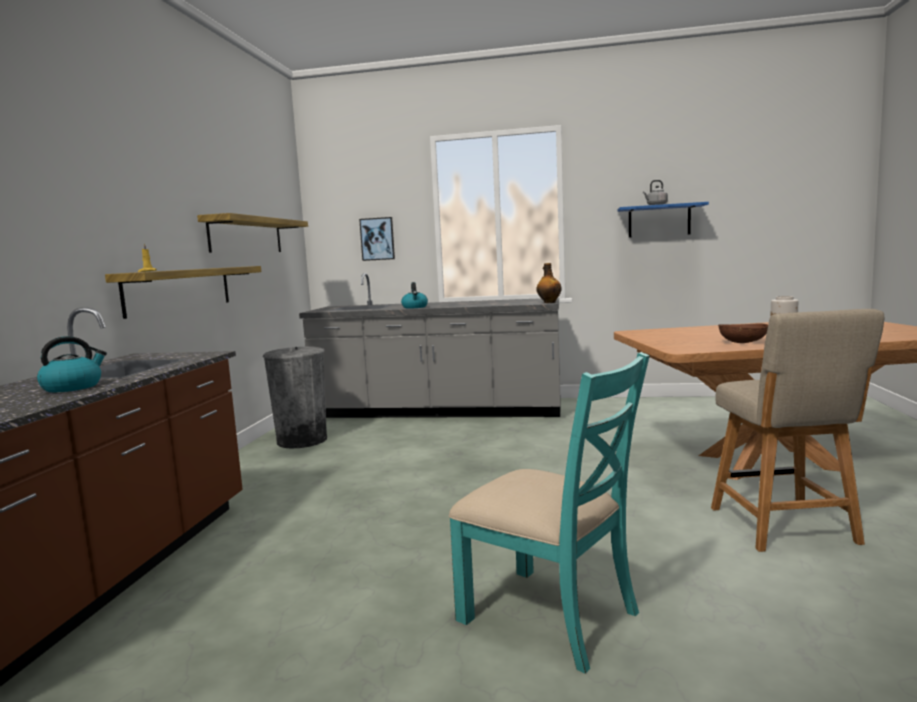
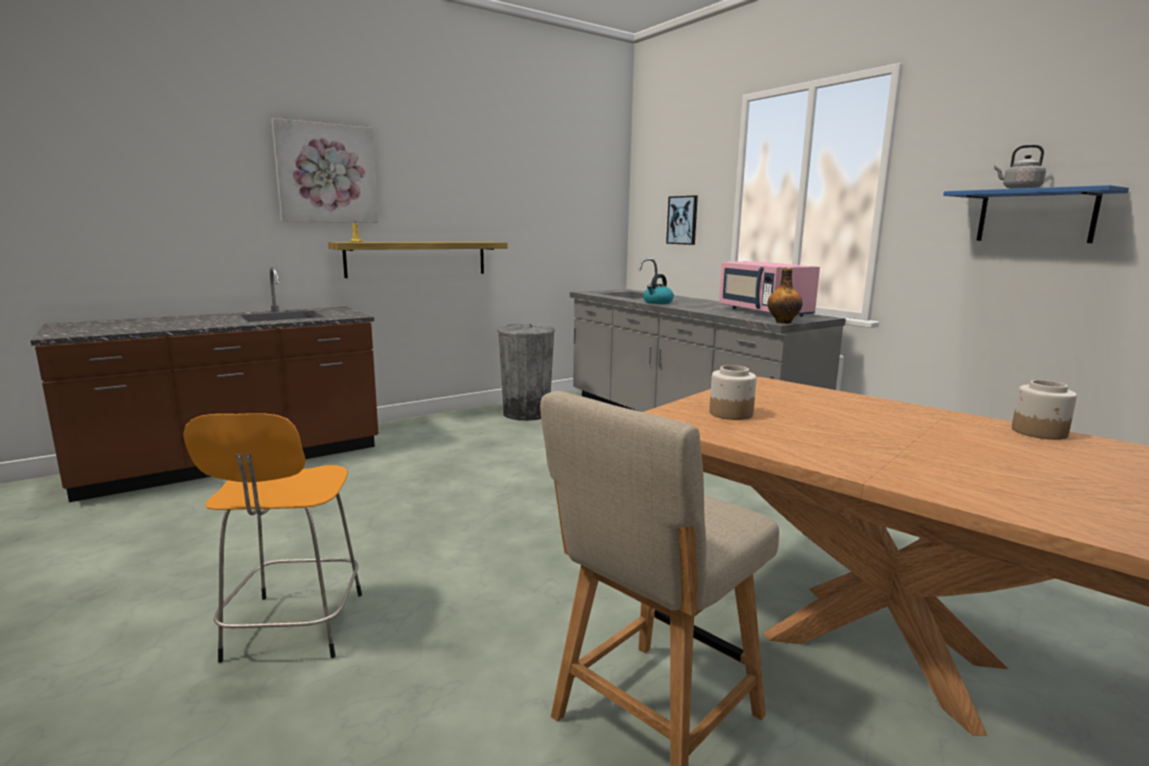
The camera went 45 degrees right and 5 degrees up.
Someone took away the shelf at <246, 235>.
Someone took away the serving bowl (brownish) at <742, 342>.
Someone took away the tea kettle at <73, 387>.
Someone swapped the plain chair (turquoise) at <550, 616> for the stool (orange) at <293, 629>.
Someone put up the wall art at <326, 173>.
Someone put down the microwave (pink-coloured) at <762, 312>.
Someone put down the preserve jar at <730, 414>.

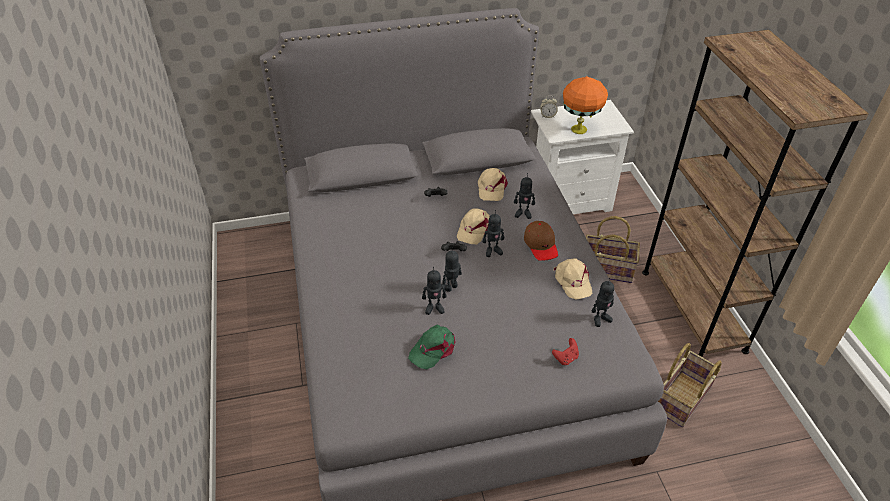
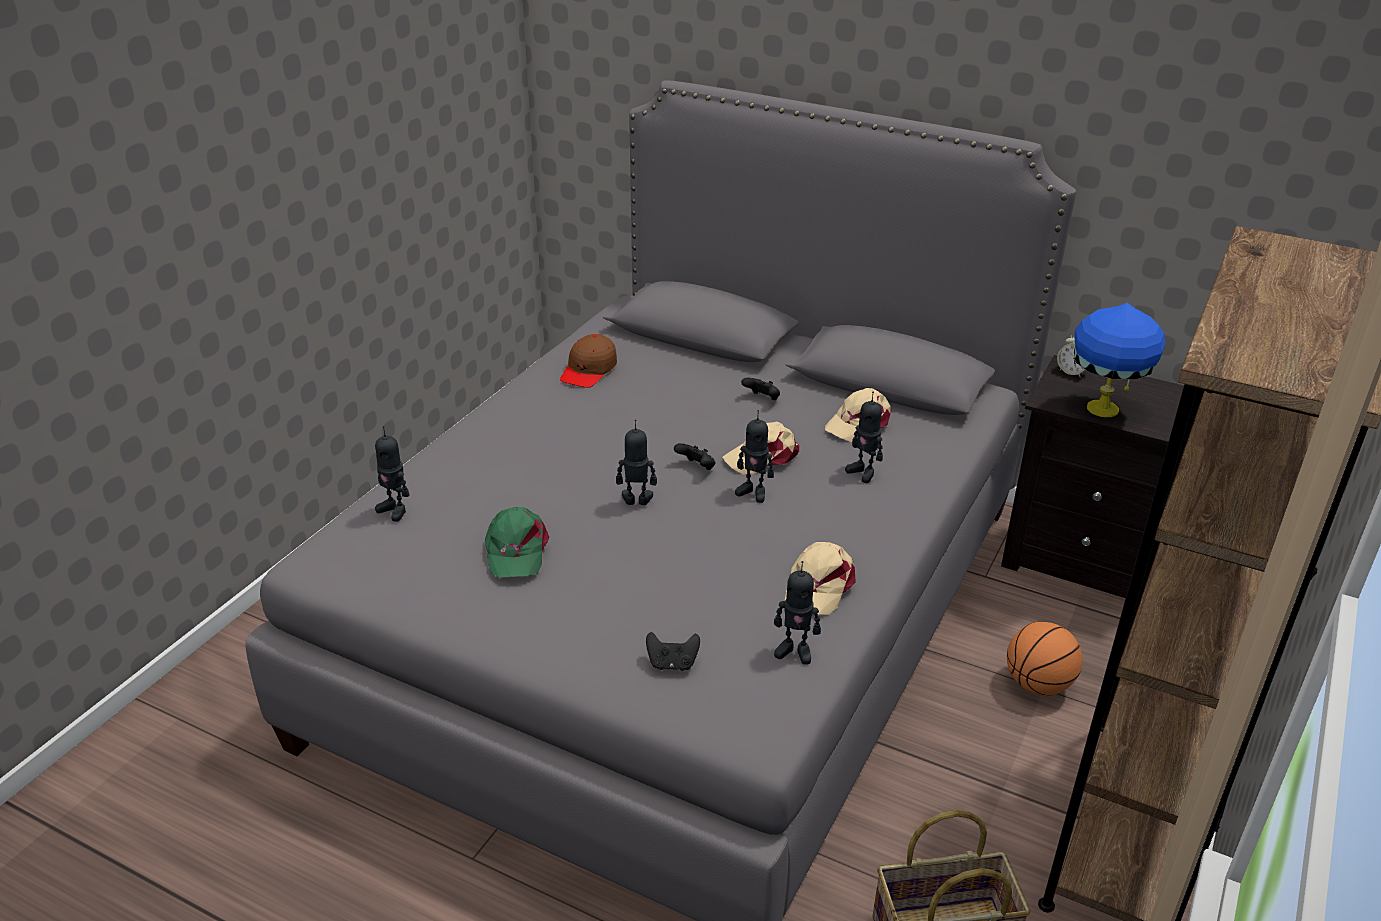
The camera went 40 degrees right and 10 degrees down.
Someone repainted the table lamp (orange) at <579, 130>, which became the table lamp (blue-coloured) at <1103, 410>.
Someone repainted the nightstand (white-coloured) at <569, 200>, which became the nightstand (black-coloured) at <1087, 561>.
Someone swapped the storage basket at <607, 269> for the ball for basketball at <1038, 684>.
Someone carried the peaked cap (brownish) from <541, 245> to <589, 370>.
Someone carried the model robot from <434, 308> to <395, 510>.
Someone rotated the peaked cap (greenish) at <433, 349> by 90 degrees counterclockwise.
Someone repainted the game controller (red-coloured) at <565, 358>, which became the game controller (black-coloured) at <672, 664>.

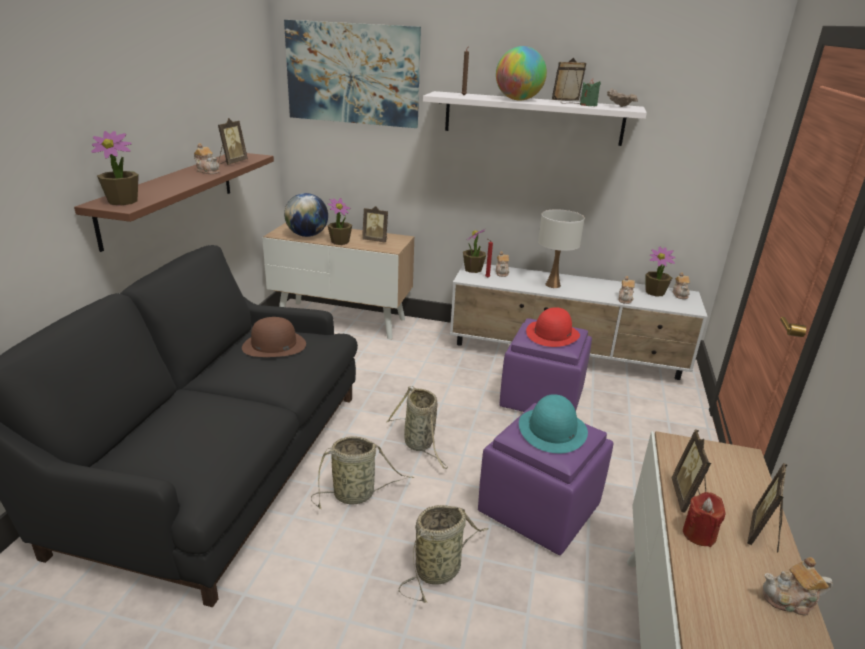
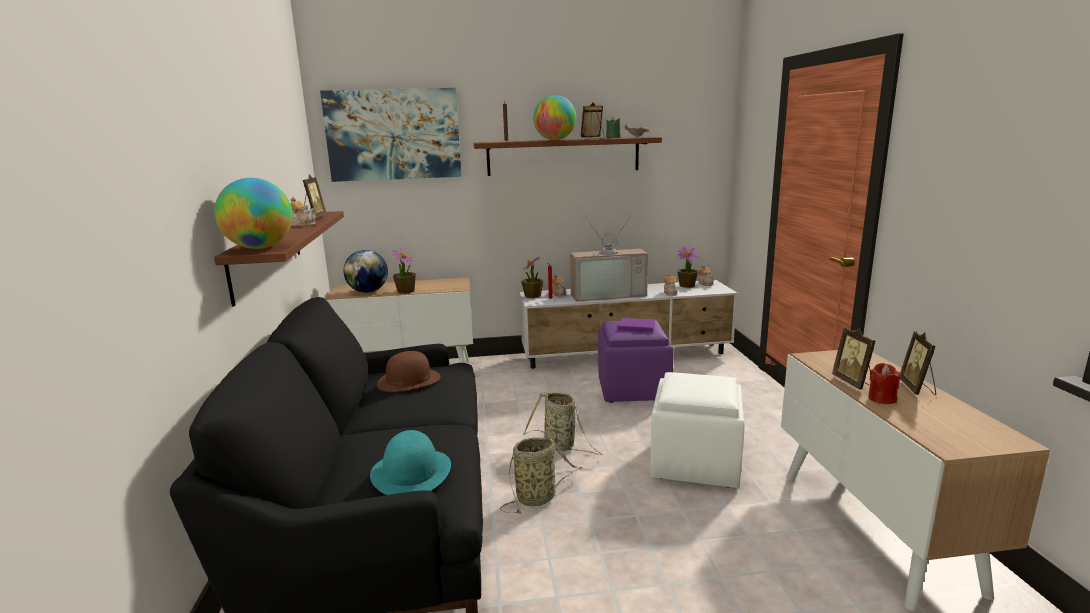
The camera went 20 degrees left and 10 degrees down.
Someone repainted the shelf (white-coloured) at <533, 118>, which became the shelf (brownish) at <563, 156>.
Someone swapped the potted plant at <123, 201> for the world globe at <260, 248>.
Someone took away the standing frame at <376, 240>.
Someone swapped the table lamp (white-coloured) at <553, 285> for the television at <607, 294>.
Someone swapped the clothing hat (red-coloured) at <552, 334> for the bound book (purple-coloured) at <635, 326>.
Someone carried the clothing hat (turquoise) from <552, 430> to <411, 472>.
Someone repainted the ottoman (purple-coloured) at <539, 510>, which became the ottoman (white-coloured) at <696, 464>.
Someone took away the storage basket at <440, 569>.
Someone took away the pot for tea at <790, 600>.

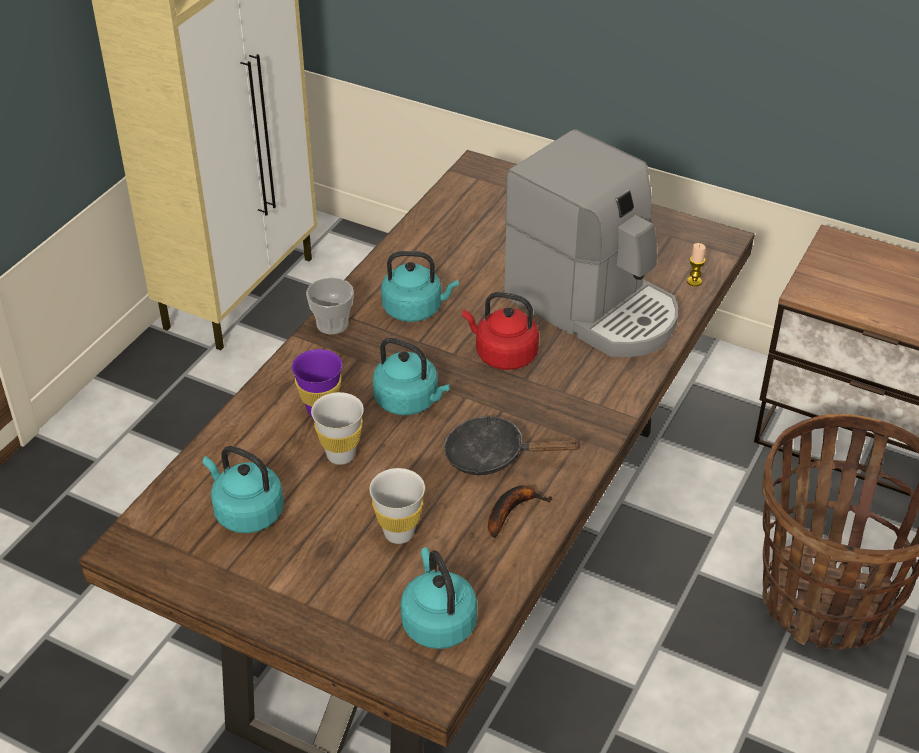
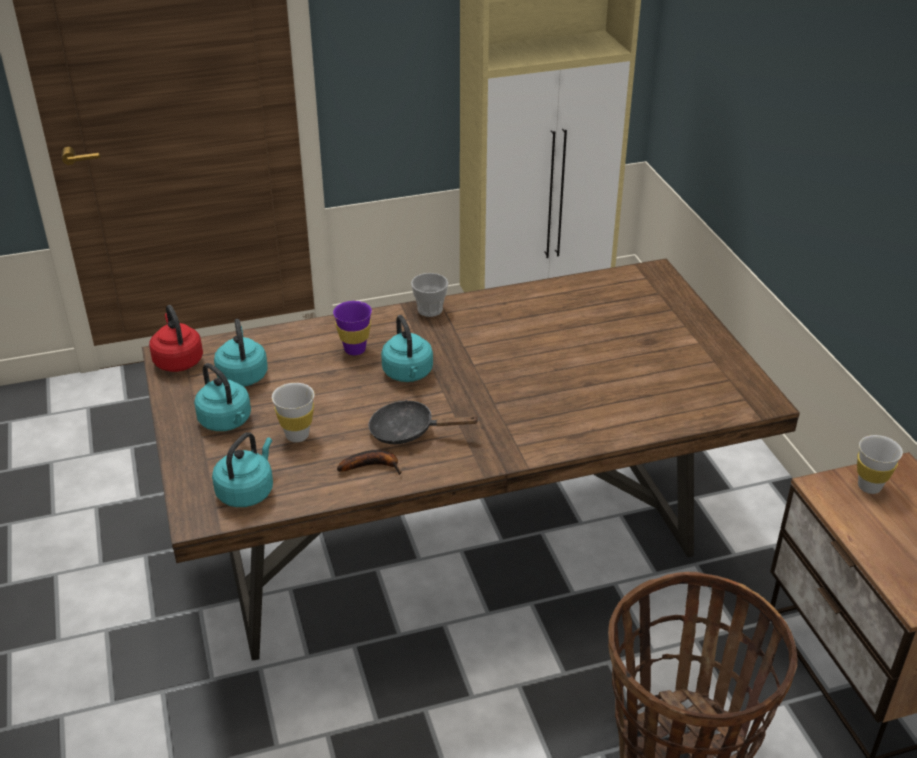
The camera went 45 degrees right and 5 degrees down.
Someone took away the coffee brewer at <594, 307>.
Someone took away the wax light at <694, 281>.
Someone carried the tea kettle (turquoise) from <415, 309> to <227, 422>.
Someone carried the tea kettle (red-coloured) from <502, 355> to <178, 360>.
Someone carried the cup (white-coloured) from <341, 455> to <869, 486>.
Someone rotated the skillet (black-coloured) at <493, 456> by 45 degrees counterclockwise.

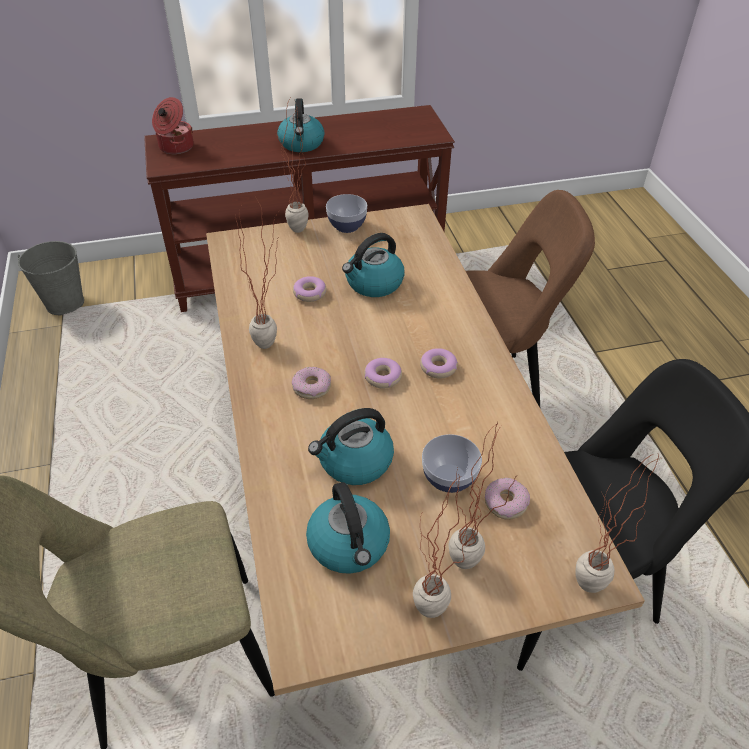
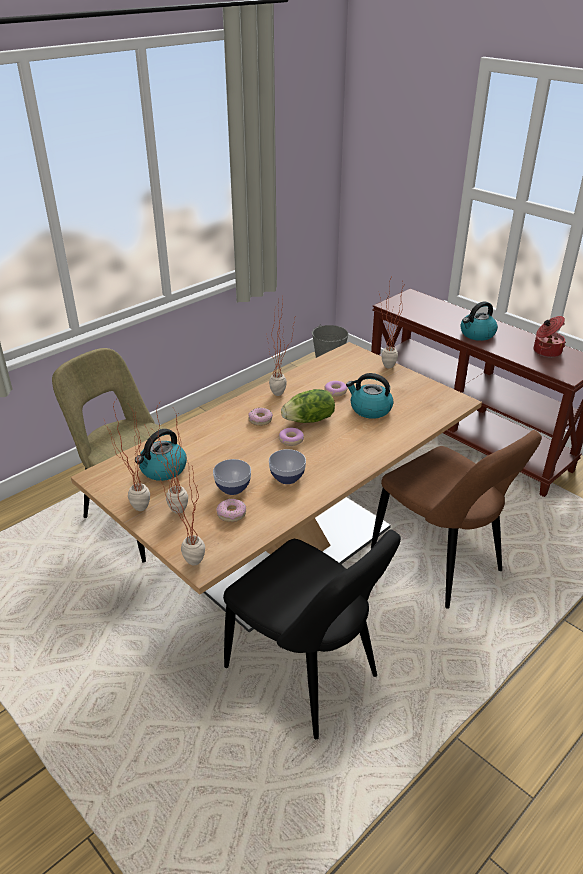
The camera went 60 degrees right and 10 degrees down.
Someone carried the stockpot from <175, 147> to <546, 351>.
Someone carried the serving bowl from <347, 226> to <287, 477>.
Someone took away the donut at <438, 367>.
Someone took away the tea kettle at <354, 462>.
Someone put down the head of lettuce at <309, 420>.

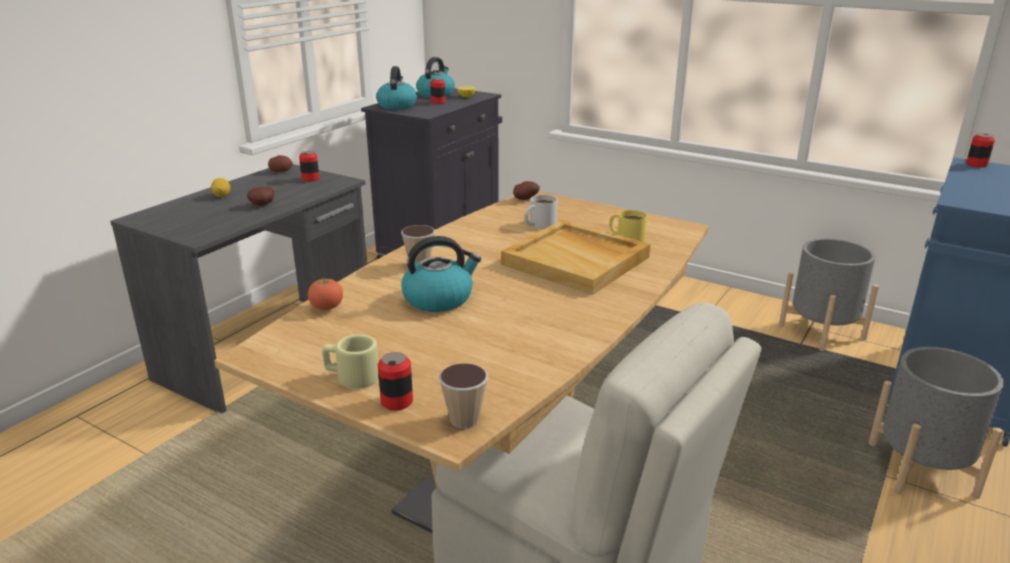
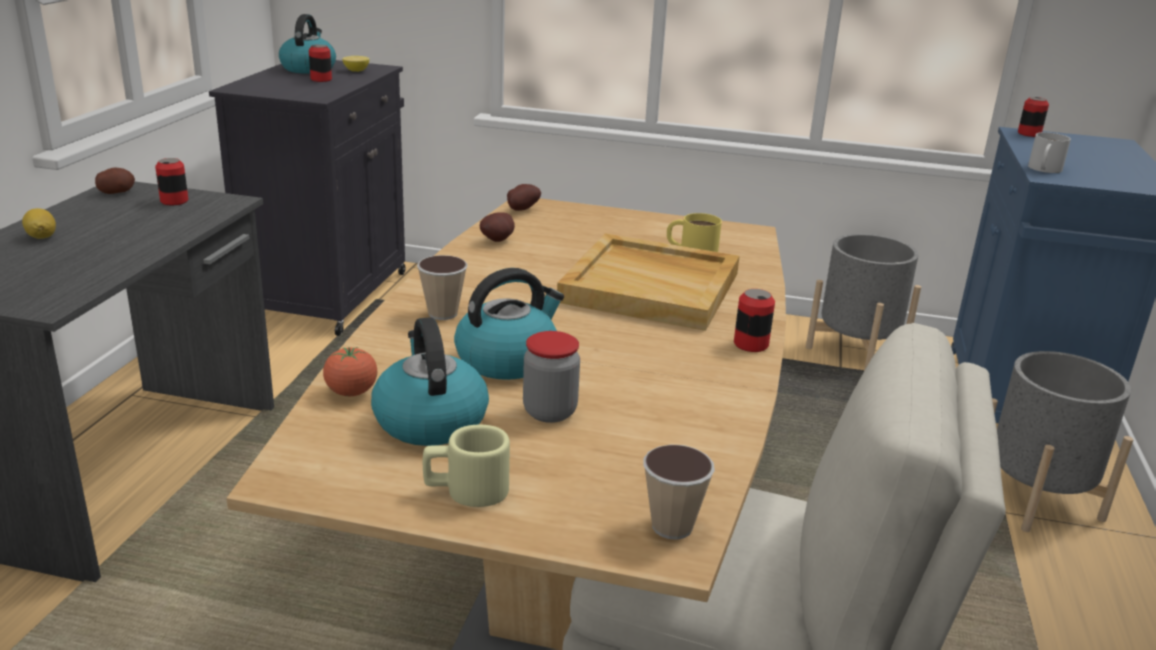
The camera went 20 degrees left and 0 degrees up.
Someone carried the tea kettle from <397, 105> to <429, 420>.
Someone carried the whole potato from <263, 205> to <499, 240>.
Someone carried the coffee mug (white-coloured) from <539, 225> to <1043, 169>.
Someone carried the sealed can from <397, 401> to <751, 344>.
Someone put down the preserve jar at <549, 412>.

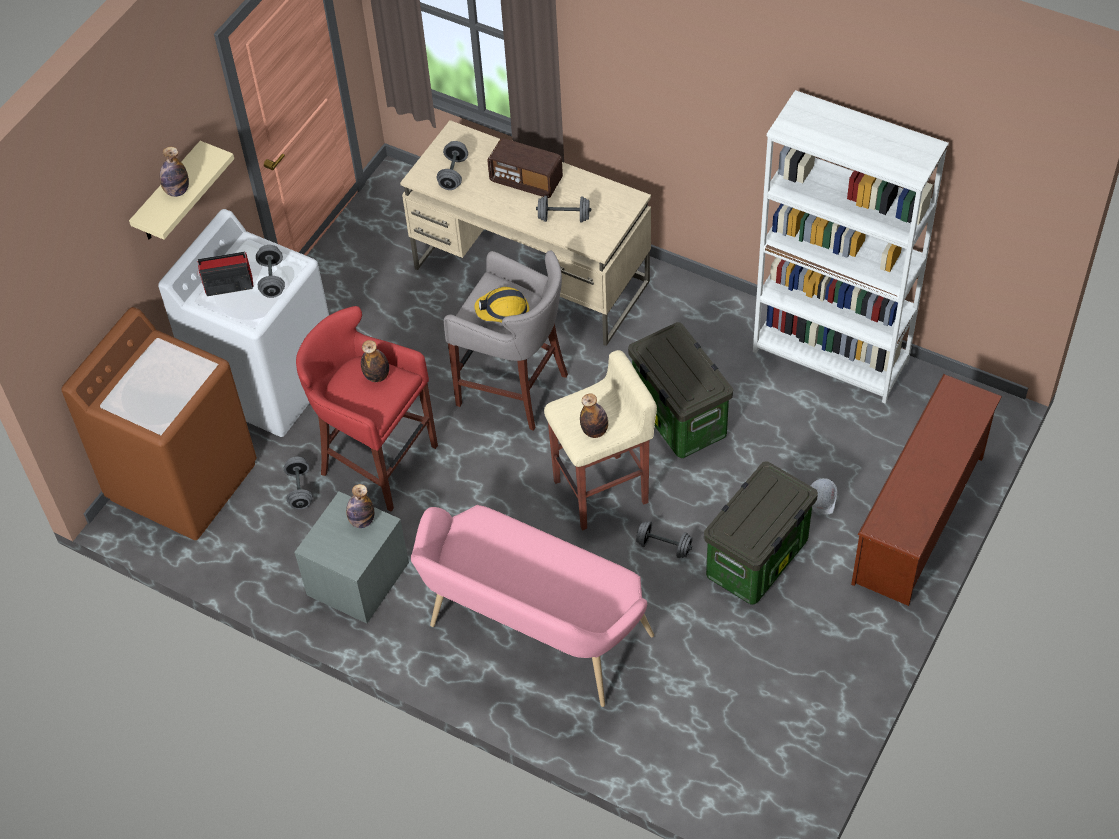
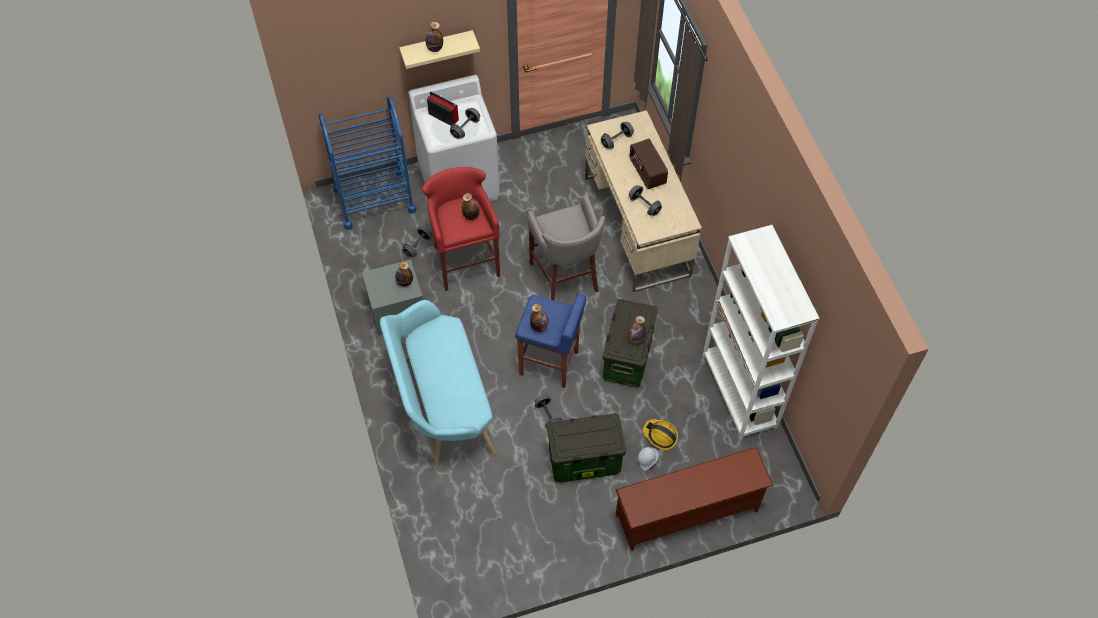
The camera went 40 degrees right and 5 degrees up.
Someone carried the hard hat from <503, 310> to <660, 436>.
Someone swapped the laundry machine (brownish) at <183, 480> for the cart (blue-coloured) at <374, 199>.
Someone repainted the stool (sand-coloured) at <603, 492>, which became the stool (blue-coloured) at <549, 364>.
Someone repainted the long seat (pink-coloured) at <532, 636>, which became the long seat (turquoise) at <441, 406>.
Someone put down the beverage bottle at <635, 339>.

